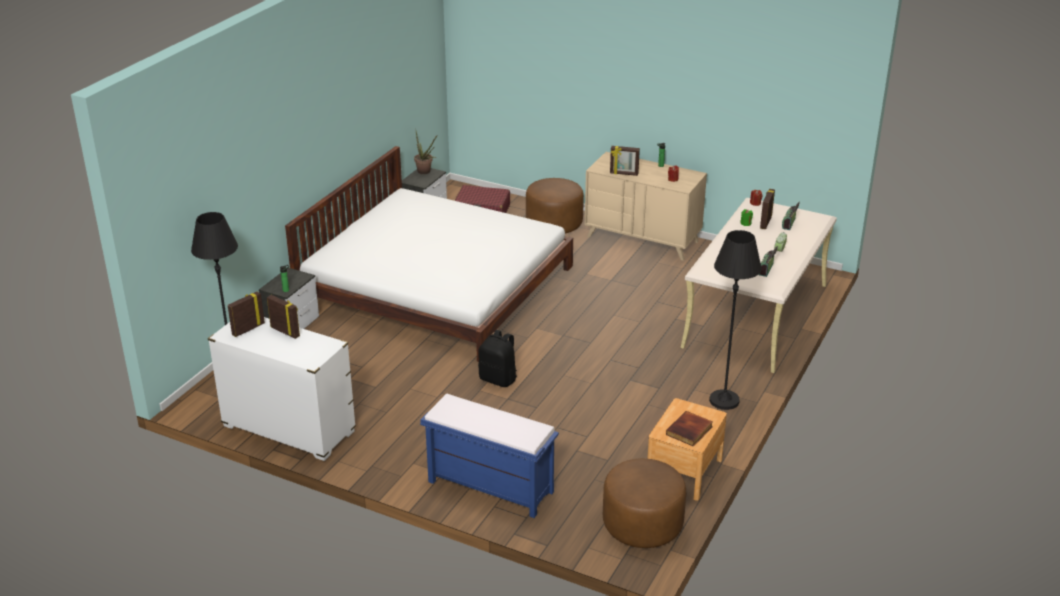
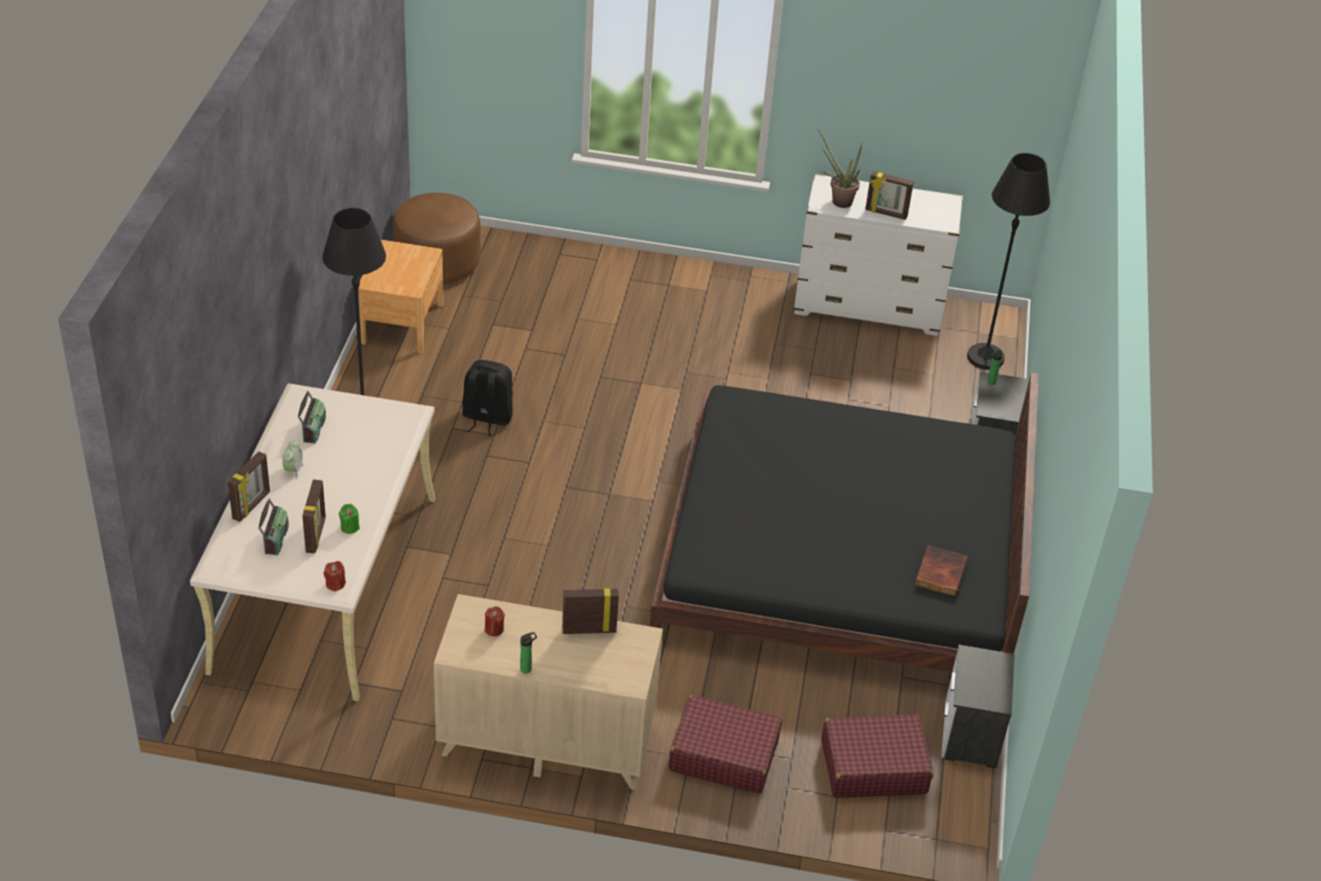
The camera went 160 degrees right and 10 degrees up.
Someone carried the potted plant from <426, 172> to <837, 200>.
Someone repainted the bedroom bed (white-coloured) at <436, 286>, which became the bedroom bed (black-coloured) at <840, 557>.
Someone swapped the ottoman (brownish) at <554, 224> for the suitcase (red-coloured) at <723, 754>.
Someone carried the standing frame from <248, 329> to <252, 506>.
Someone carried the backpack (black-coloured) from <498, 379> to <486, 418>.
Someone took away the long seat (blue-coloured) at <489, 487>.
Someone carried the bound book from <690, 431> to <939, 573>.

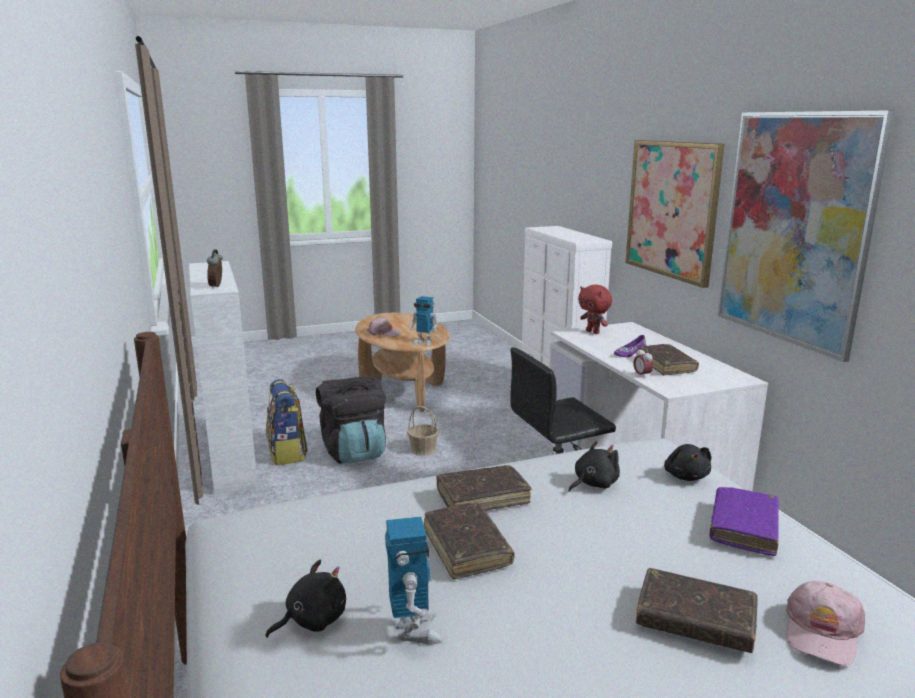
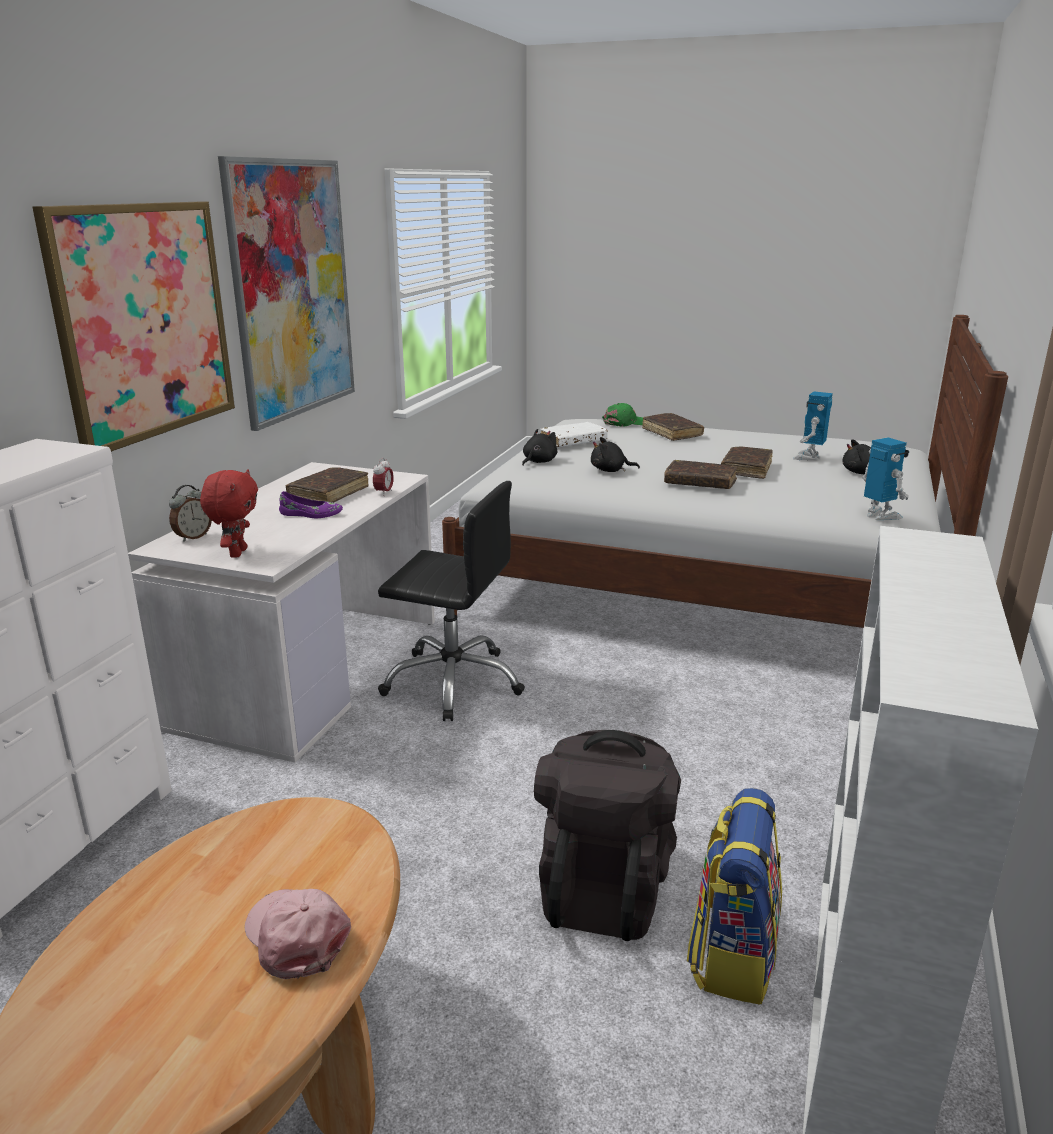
The camera went 140 degrees left and 5 degrees up.
Someone carried the alarm clock from <217, 286> to <193, 537>.
Someone carried the model robot from <424, 342> to <880, 516>.
Someone took away the storage basket at <423, 449>.
Someone repainted the bound book (purple-coloured) at <743, 528>, which became the bound book (white-coloured) at <573, 441>.
Someone repainted the peaked cap (pink-coloured) at <822, 632>, which became the peaked cap (greenish) at <625, 423>.

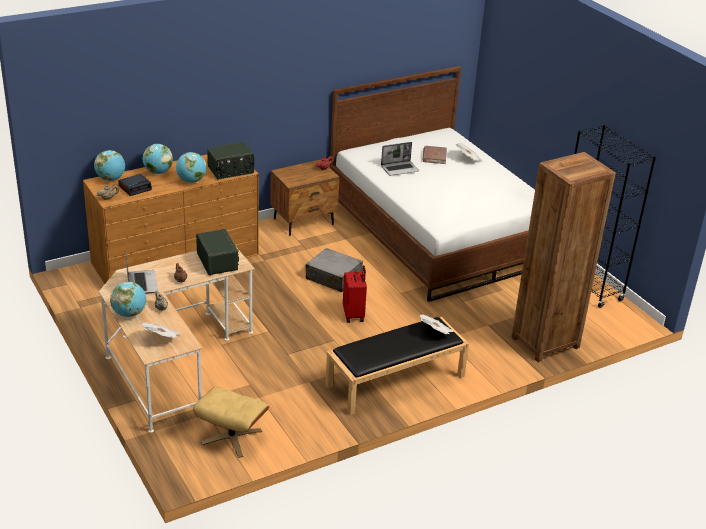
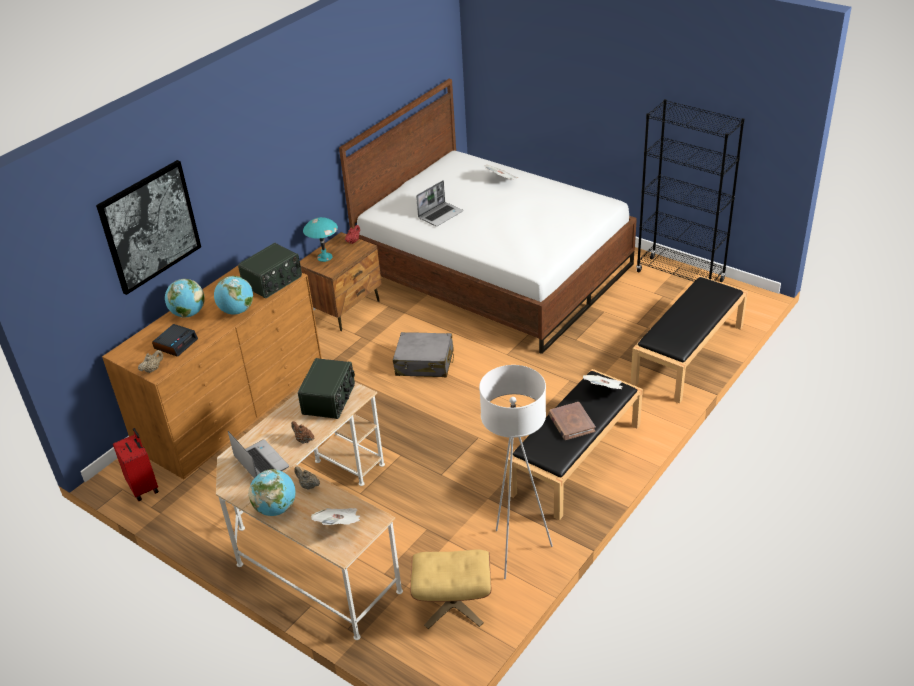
The camera went 20 degrees left and 5 degrees up.
Someone carried the bound book (brownish) from <434, 156> to <571, 423>.
Someone took away the world globe at <111, 179>.
Someone swapped the bookshelf (brownish) at <545, 343> for the long seat (black-coloured) at <688, 355>.
Someone rotated the radio set at <218, 262> by 60 degrees clockwise.
Someone carried the suitcase (red-coloured) from <354, 315> to <144, 487>.
Someone put up the wall art at <150, 226>.
Someone put down the table lamp (turquoise) at <324, 257>.
Someone put down the standing lamp (white-coloured) at <517, 552>.

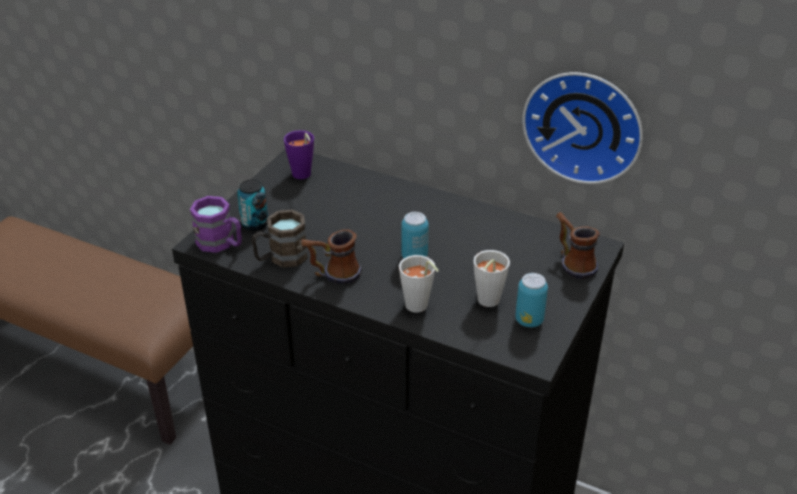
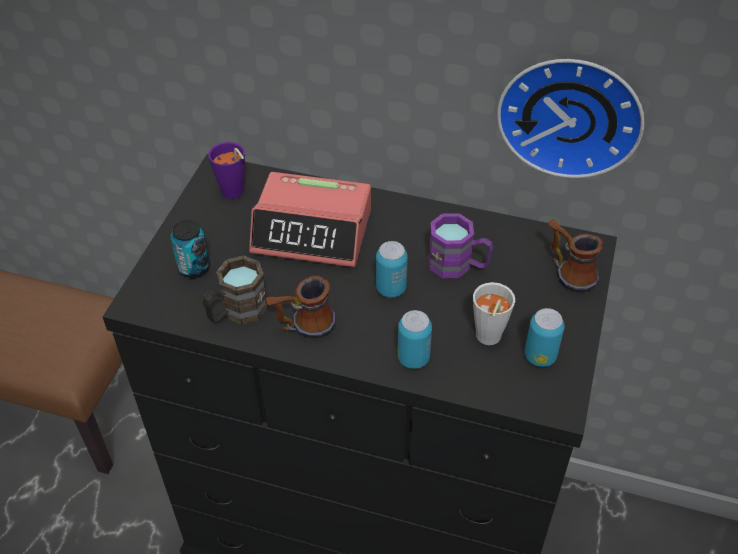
The camera went 10 degrees left and 10 degrees up.
Someone carried the coffee mug (purple-coloured) from <221, 244> to <458, 265>.
Someone swapped the cup (gray) at <419, 308> for the sealed can at <413, 358>.
Someone put down the alarm clock at <313, 231>.

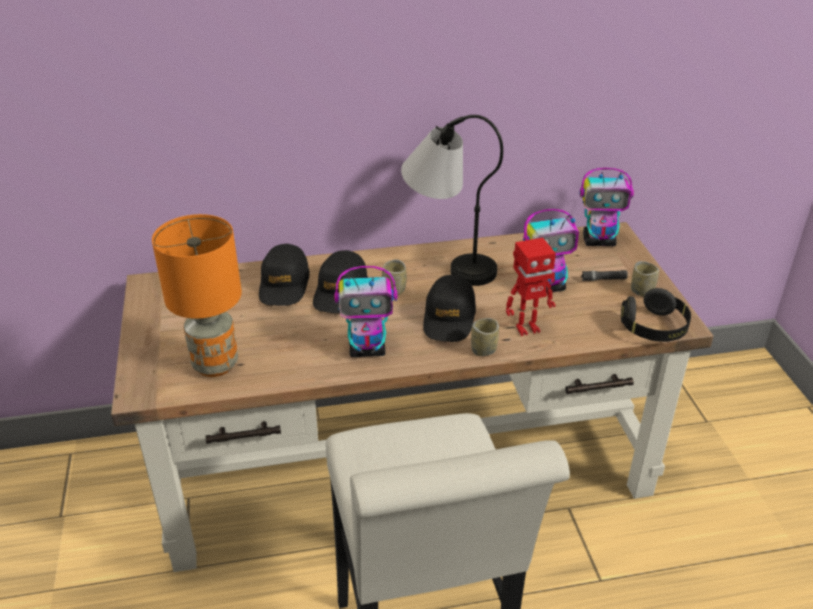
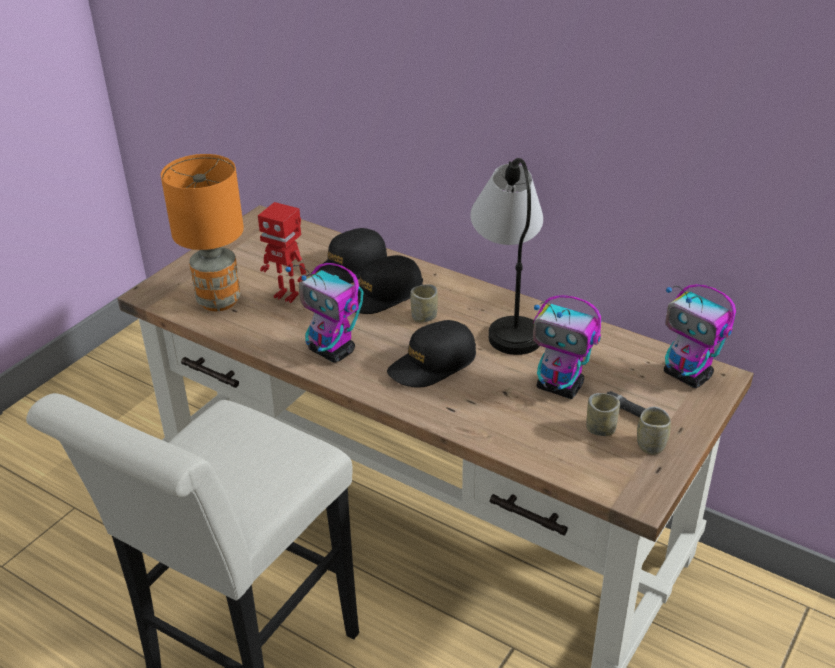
The camera went 45 degrees right and 0 degrees up.
Someone carried the model robot from <526, 328> to <287, 295>.
Someone took away the pair of headphones (black-coloured) at <654, 328>.
Someone carried the cup from <483, 350> to <600, 429>.

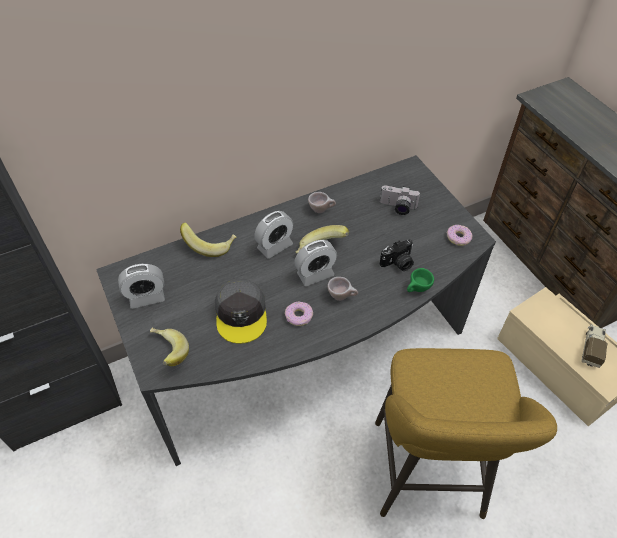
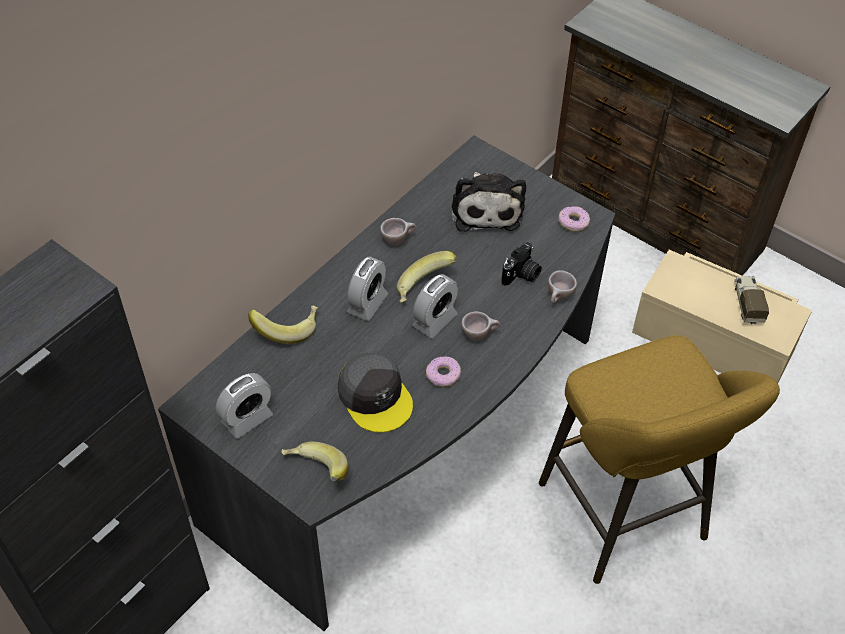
The camera went 25 degrees left and 0 degrees up.
Someone swapped the photo camera at <397, 207> for the soft toy at <486, 208>.
Someone repainted the cup (greenish) at <417, 290>, which became the cup (sand-coloured) at <558, 298>.

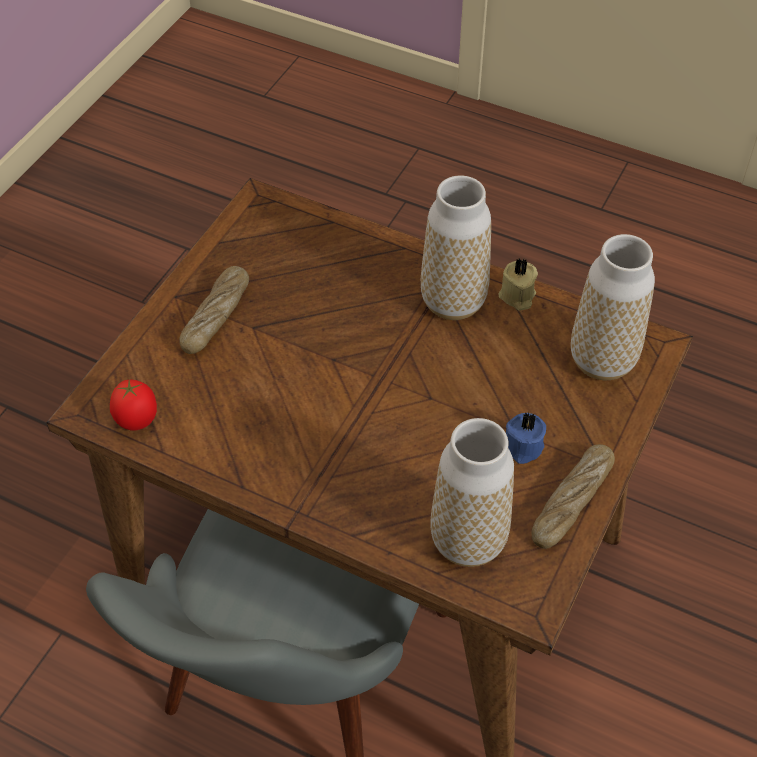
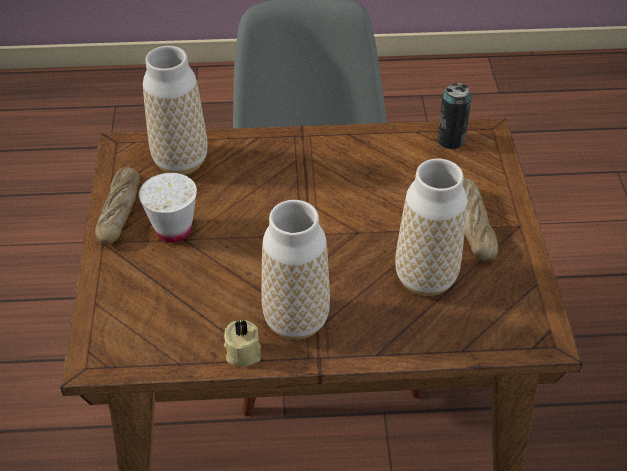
The camera went 150 degrees right and 5 degrees down.
Someone carried the decorative vase from <602, 360> to <425, 278>.
Someone swapped the tomato at <138, 421> for the sealed can at <450, 140>.
Someone swapped the wax light (blue-coloured) at <521, 447> for the cup (white-coloured) at <173, 230>.

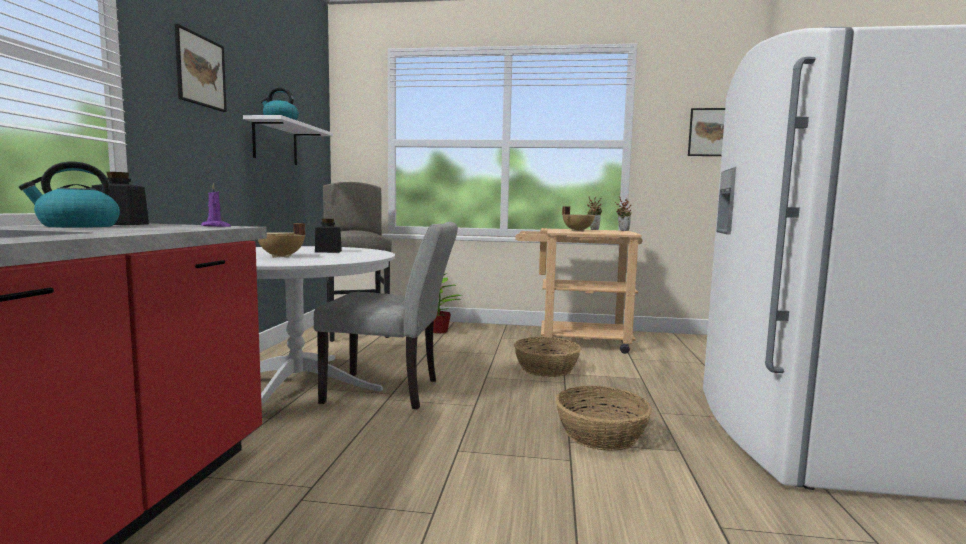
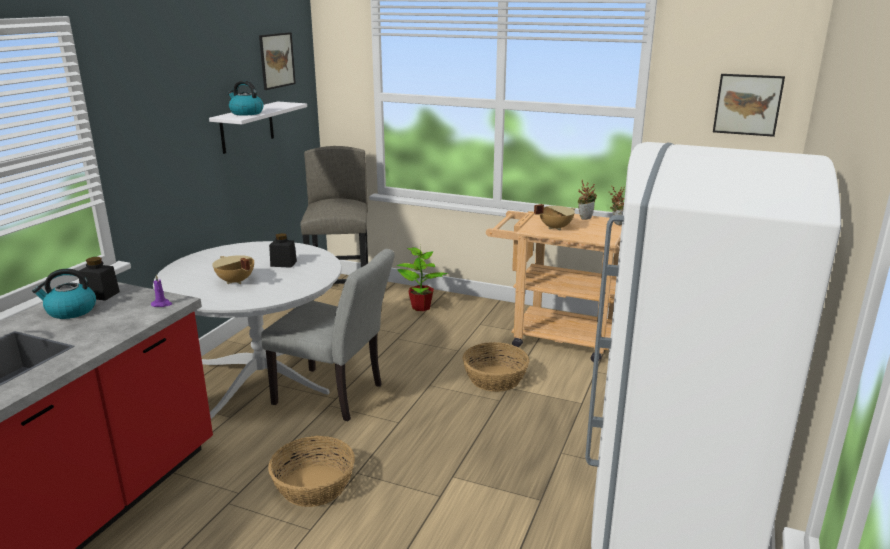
The camera went 15 degrees right and 15 degrees up.
Someone carried the wall art from <200, 71> to <277, 60>.
Someone carried the storage basket from <601, 434> to <314, 486>.

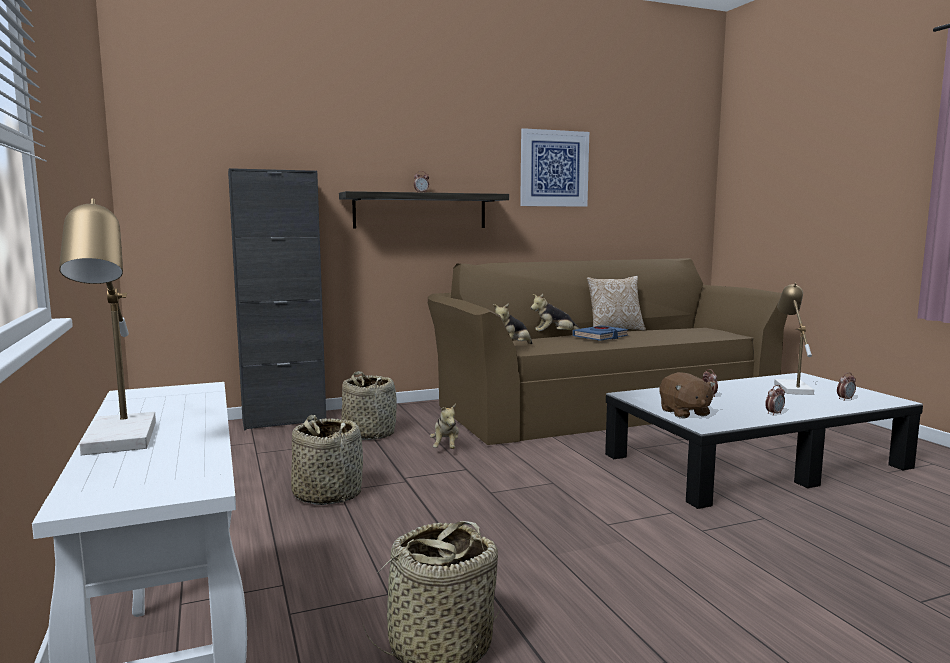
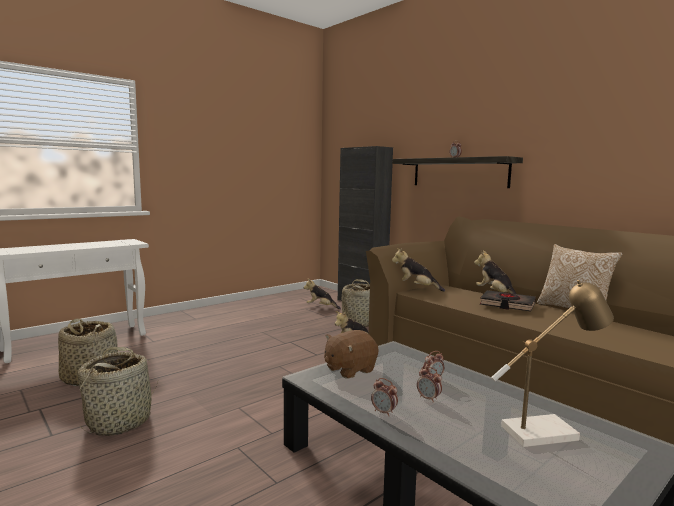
The camera went 70 degrees right and 0 degrees up.
Someone took away the wall art at <554, 168>.
Someone took away the table lamp at <121, 441>.
Someone repainted the bound book (blue-coloured) at <600, 337>, which became the bound book (black-coloured) at <507, 304>.
Someone carried the alarm clock from <845, 399> to <428, 399>.
Someone carried the storage basket from <327, 494> to <120, 421>.
Someone put down the soft toy at <321, 307>.

